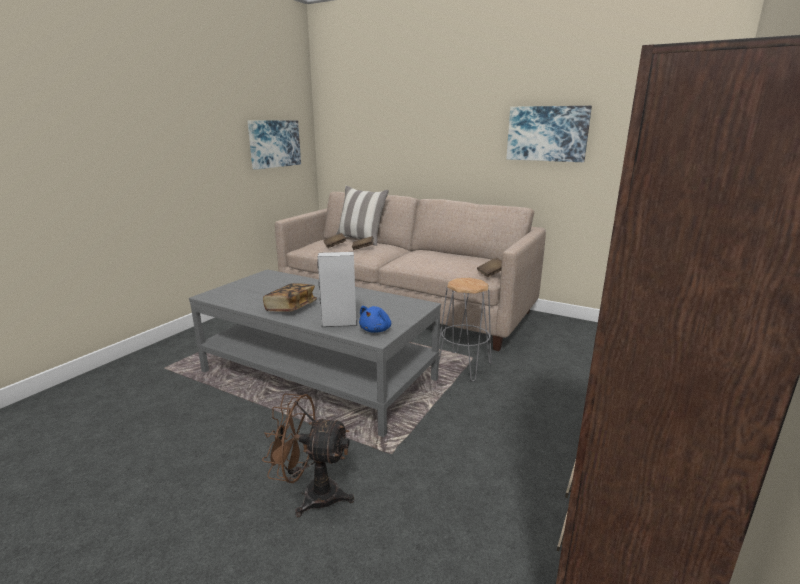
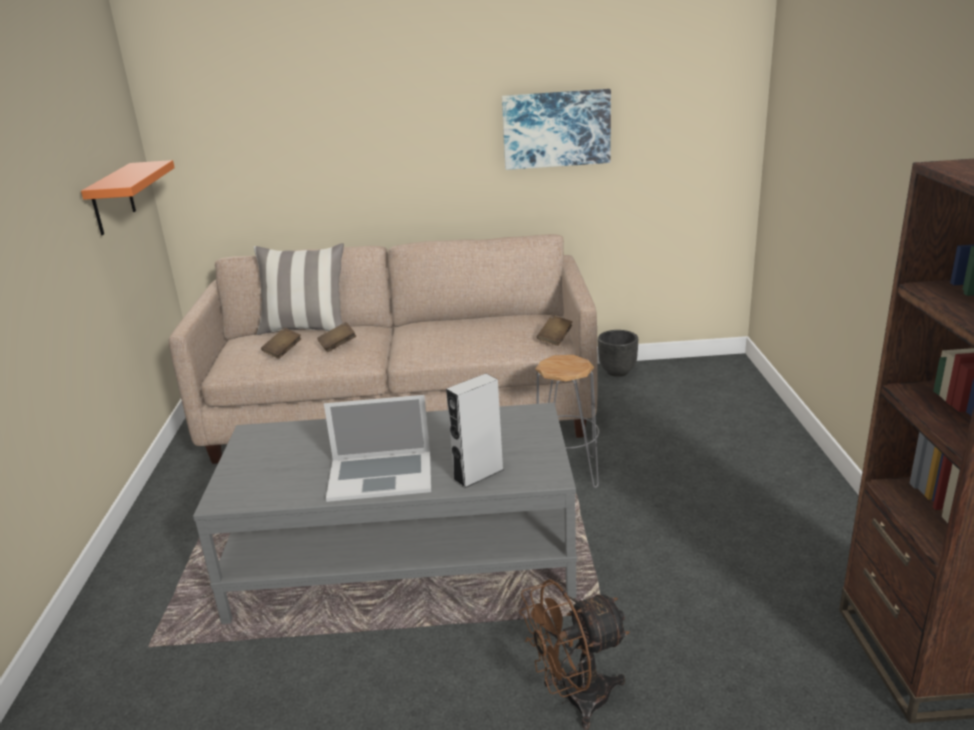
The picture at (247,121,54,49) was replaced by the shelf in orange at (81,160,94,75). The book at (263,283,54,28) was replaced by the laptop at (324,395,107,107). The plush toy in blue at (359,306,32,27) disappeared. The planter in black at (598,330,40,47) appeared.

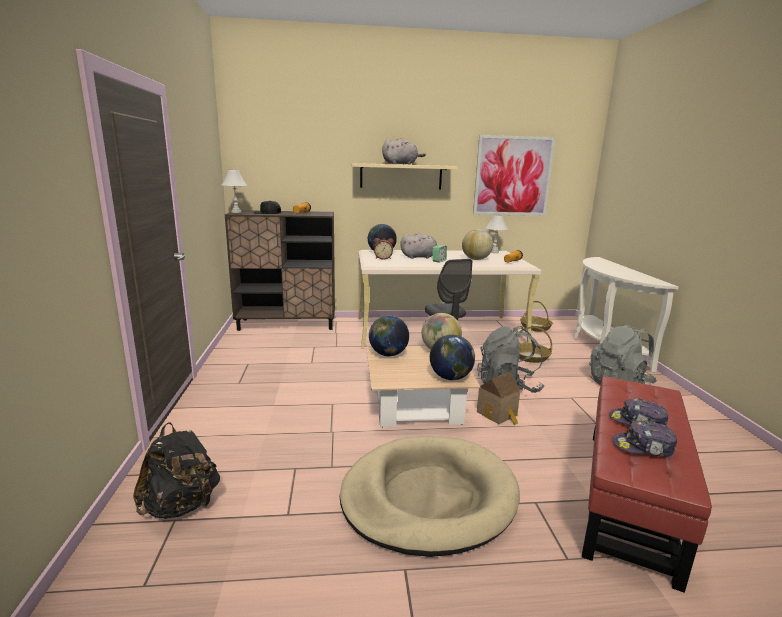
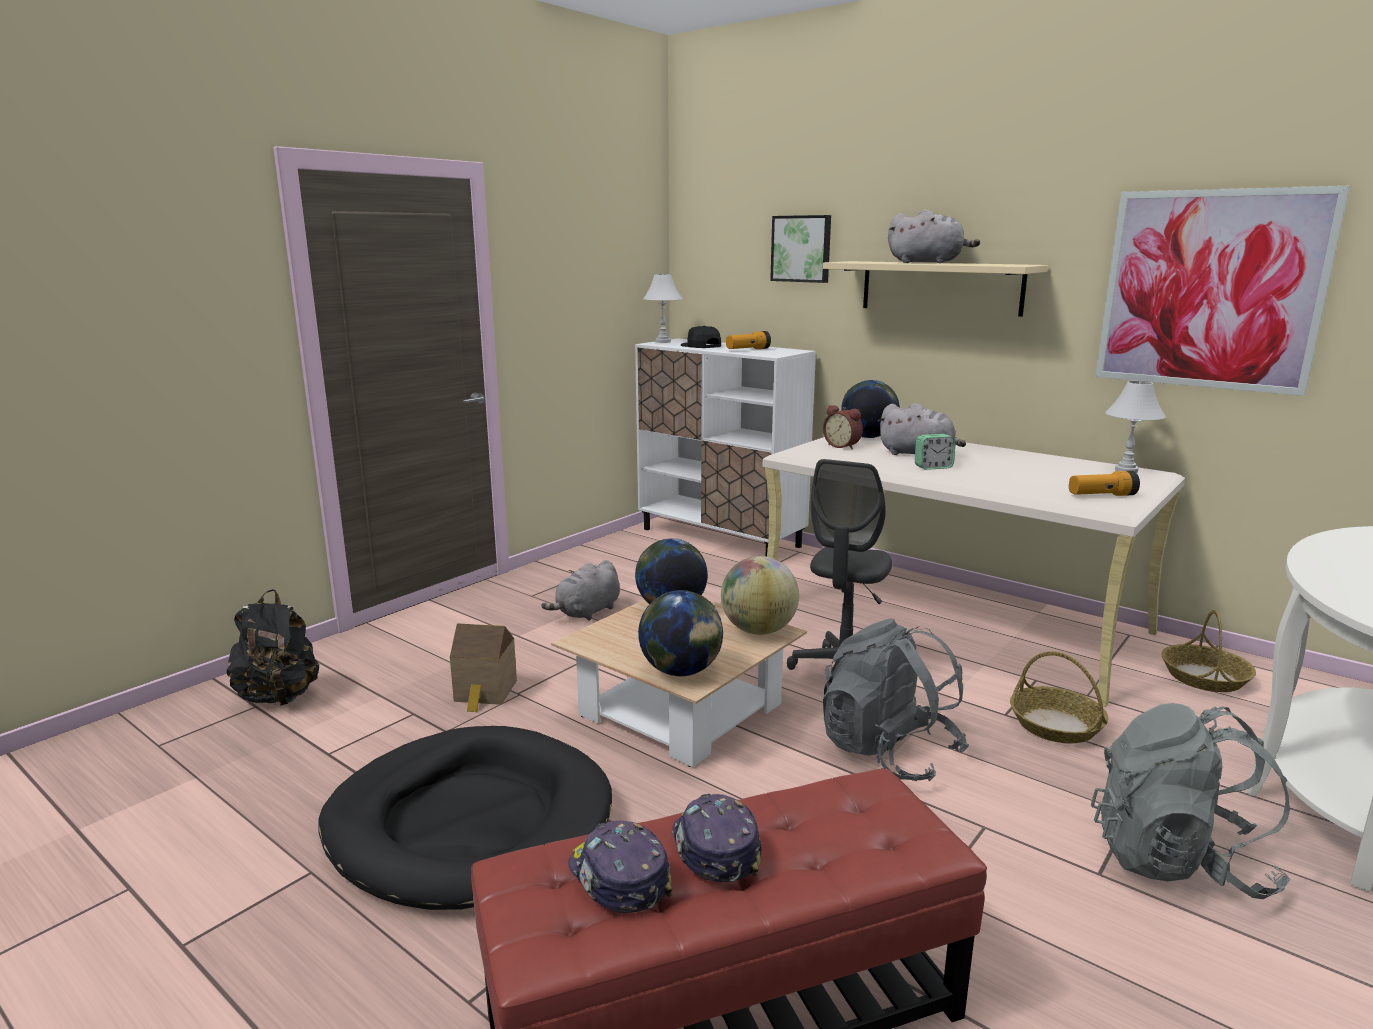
The cabinet in brown at (225,210,110,121) became the cabinet in white at (635,338,181,219). The globe at (462,229,31,31) disappeared. The toy house moved from (477,372,43,53) to (450,623,67,89). The dog bed in beige at (340,436,180,121) became the dog bed in black at (319,726,293,184). The picture at (770,215,61,68) appeared. The plush toy in grey at (541,560,79,61) appeared.

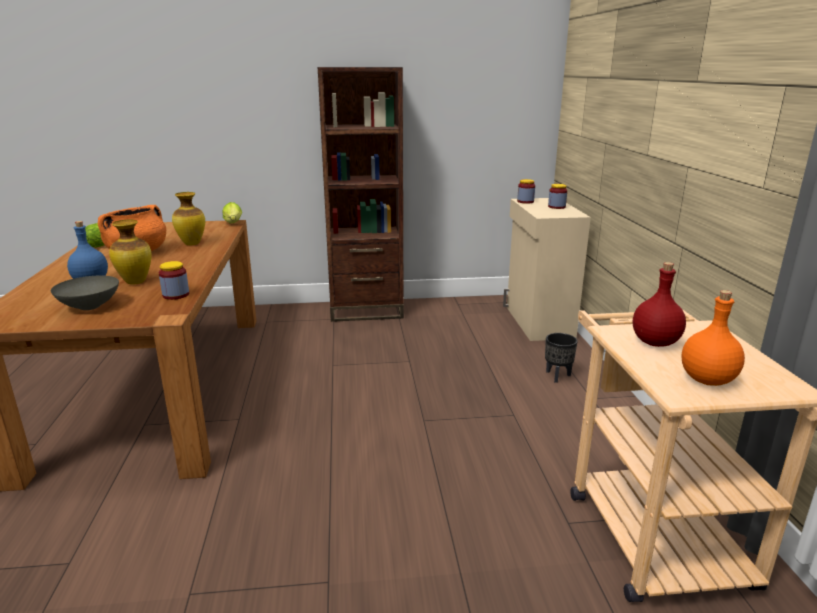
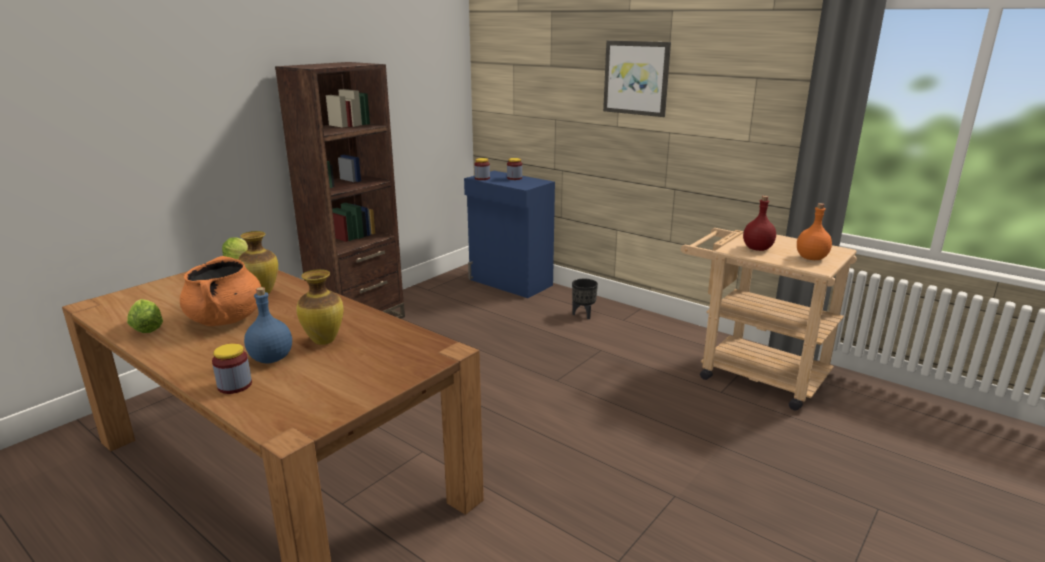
The cabinet in beige at (503,198,88,143) became the cabinet in blue at (464,171,91,127). The jar moved from (159,261,30,39) to (212,343,40,51). The bowl in grey at (51,276,68,34) disappeared. The picture at (603,41,68,76) appeared.

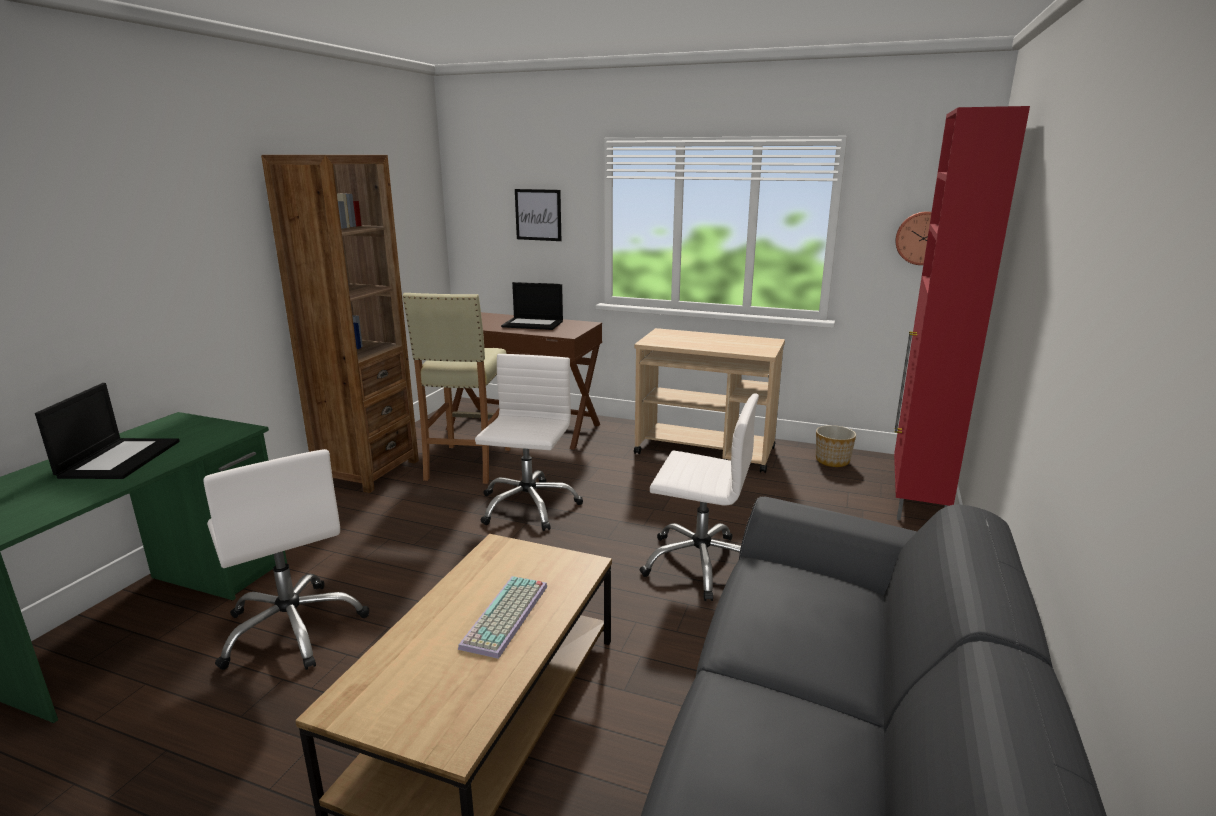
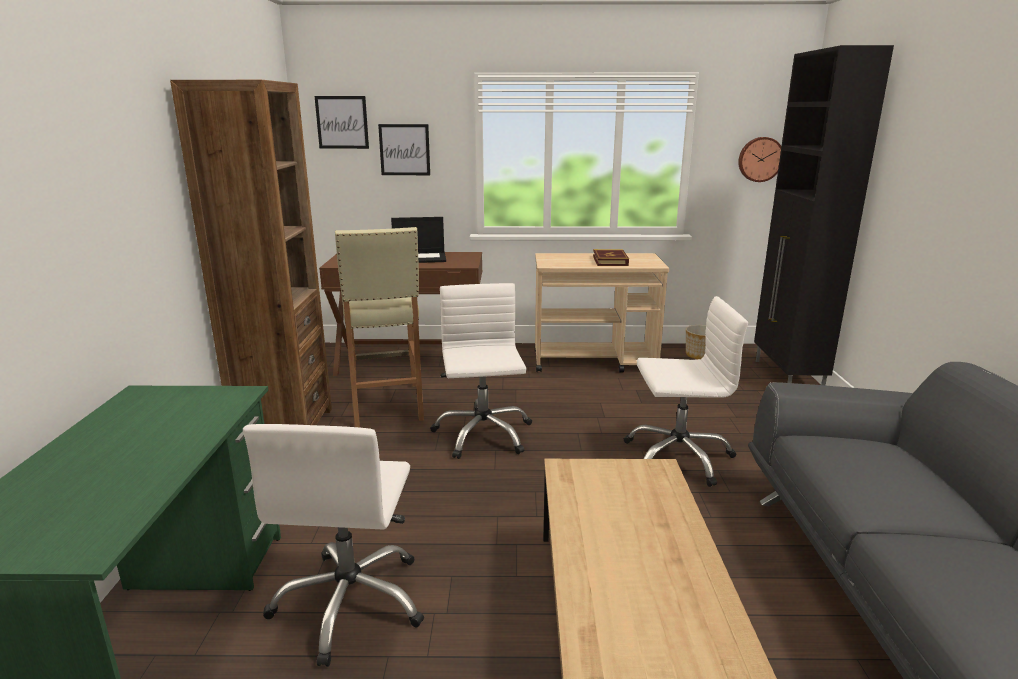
The cabinet in red at (894,106,136,414) became the cabinet in black at (754,45,140,340). The laptop at (35,383,145,96) disappeared. The office chair in white at (203,449,166,221) turned 60 degrees clockwise. The keyboard at (458,576,89,83) disappeared. The picture at (315,96,54,53) appeared. The book at (593,249,36,17) appeared.

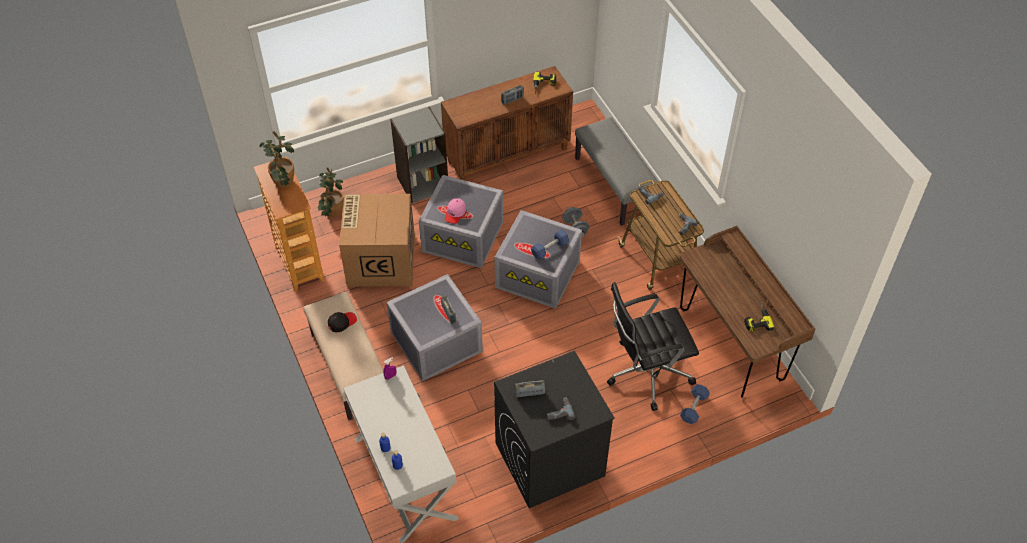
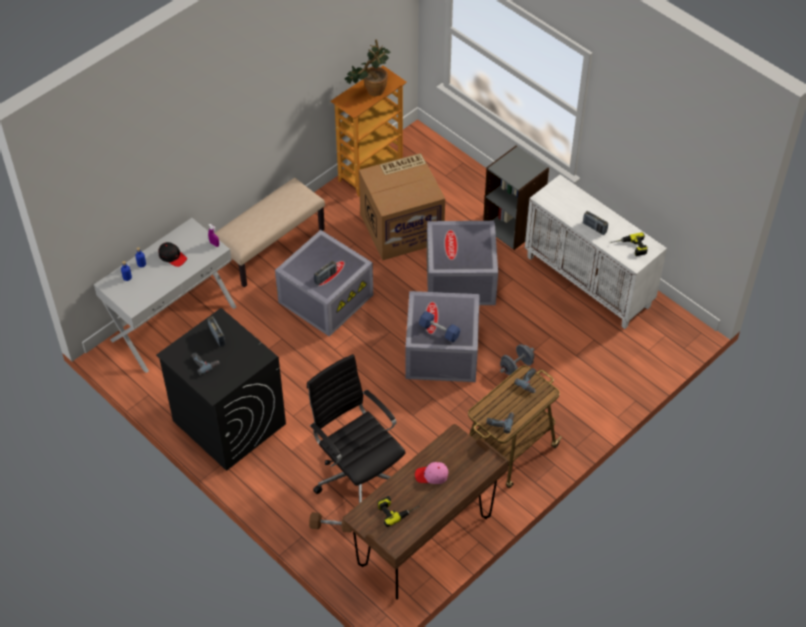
The cabinet in brown at (441,66,132,115) became the cabinet in white at (525,174,142,155). The bench in grey at (575,117,85,109) disappeared. The potted plant at (318,167,26,50) disappeared. The cap in pink moved from (445,198,21,26) to (415,462,33,22). The cap in black moved from (328,312,29,20) to (158,242,29,25). The dumbbell in blue at (680,384,30,40) became the dumbbell in brown at (309,512,43,21).

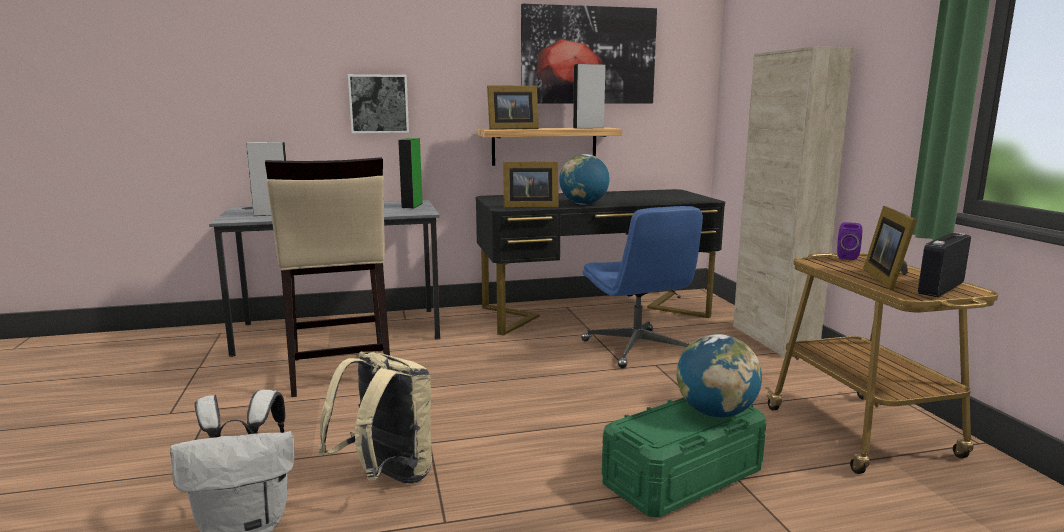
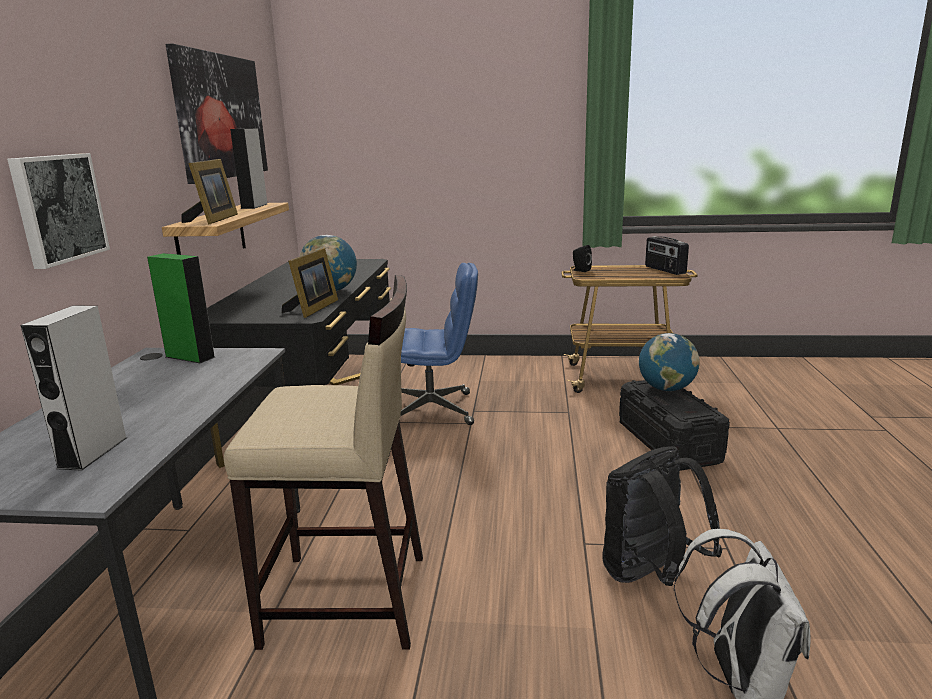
The cabinet in beige at (733,47,121,311) disappeared. The picture frame at (863,206,54,85) disappeared. The speaker in purple at (837,222,25,38) became the speaker in black at (573,245,19,27). The backpack in beige at (318,352,114,132) became the backpack in black at (602,446,120,140). The storage box in green at (602,398,164,120) became the storage box in black at (619,380,111,91).

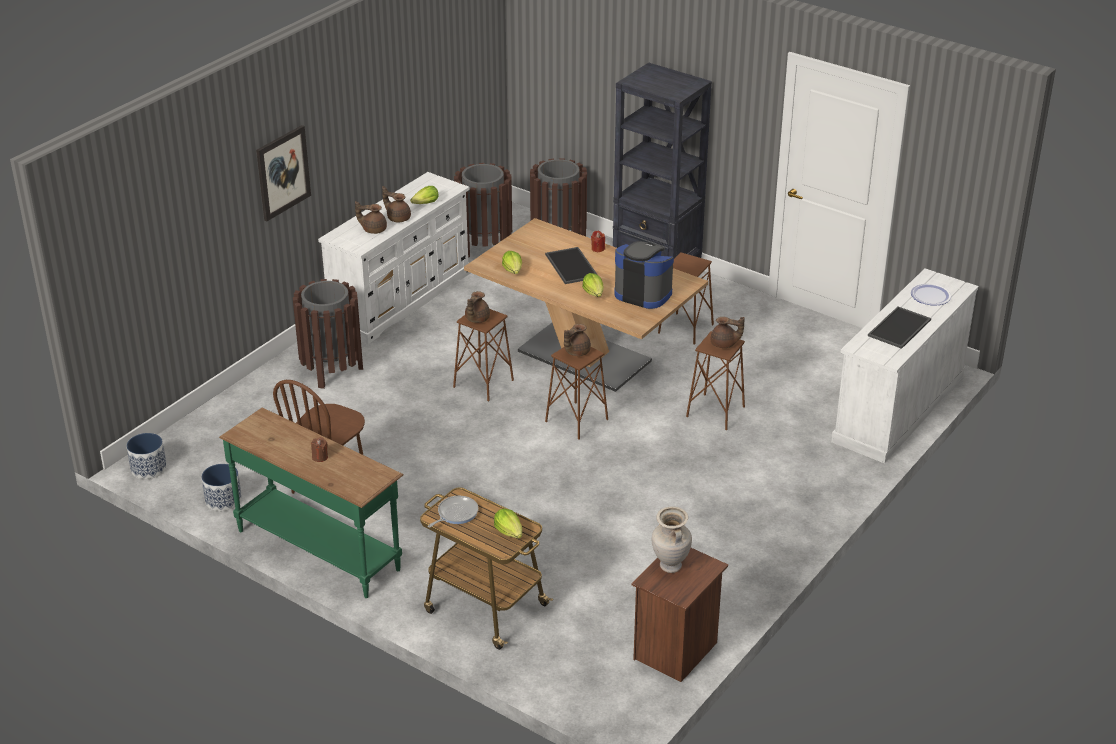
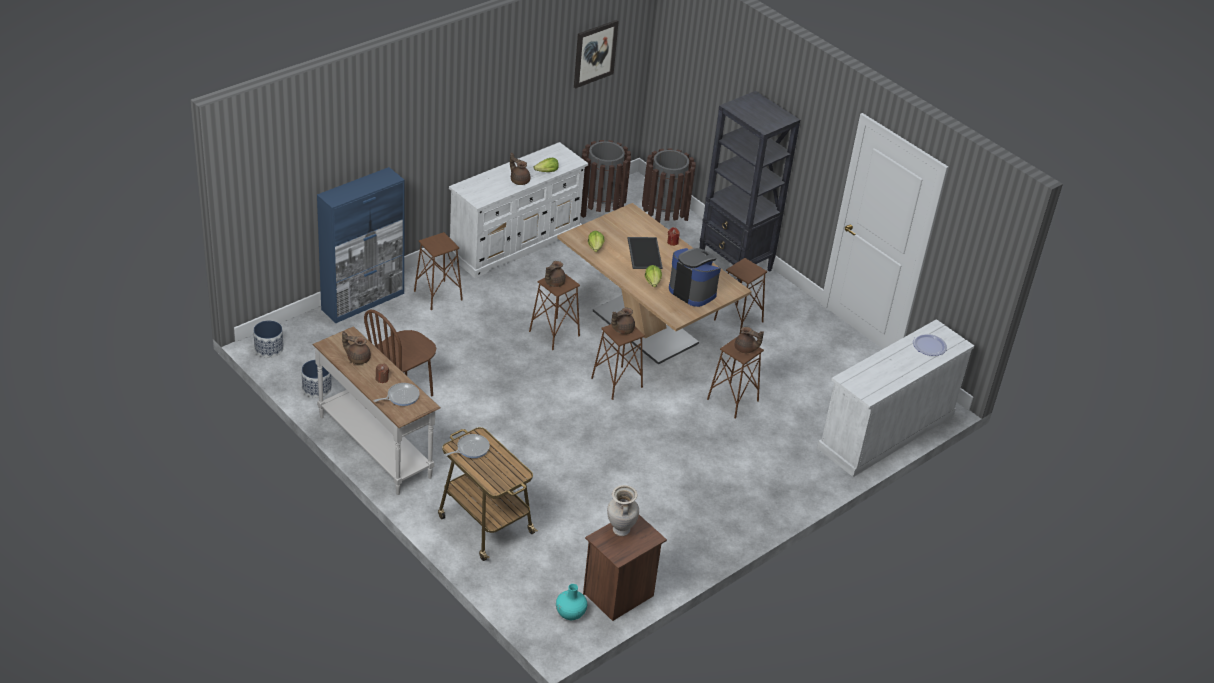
The picture moved from (256,125,55,96) to (574,20,45,69). The teapot in brown moved from (355,201,32,33) to (342,331,29,33). The trash can in brown at (293,279,70,110) was replaced by the stool in brown at (414,232,49,78). The tray at (868,306,63,43) disappeared. The console table in green at (219,407,185,191) became the console table in white at (313,326,128,169). The lettuce at (494,509,28,30) disappeared. The cabinet in blue at (317,167,88,156) appeared. The frying pan at (373,383,47,23) appeared. The vase in turquoise at (556,584,31,36) appeared.

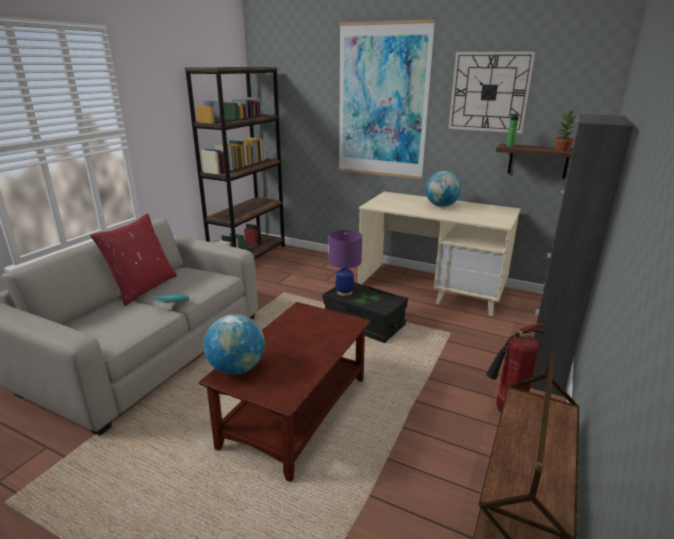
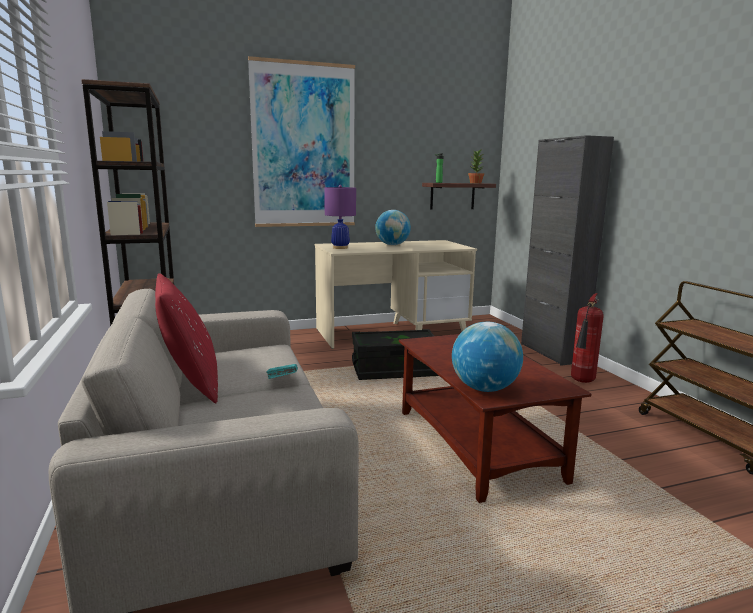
The wall clock at (448,51,87,82) disappeared. The table lamp in purple moved from (329,230,33,66) to (324,185,32,64).

